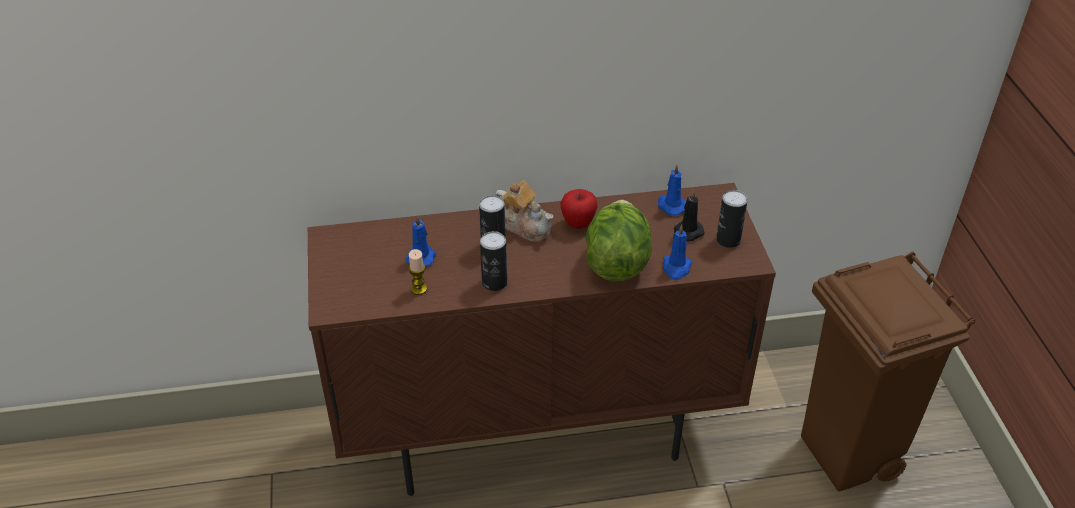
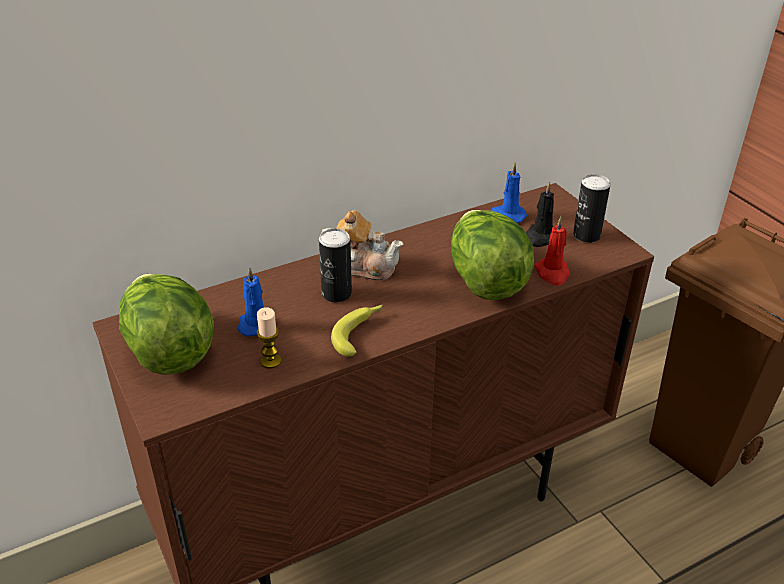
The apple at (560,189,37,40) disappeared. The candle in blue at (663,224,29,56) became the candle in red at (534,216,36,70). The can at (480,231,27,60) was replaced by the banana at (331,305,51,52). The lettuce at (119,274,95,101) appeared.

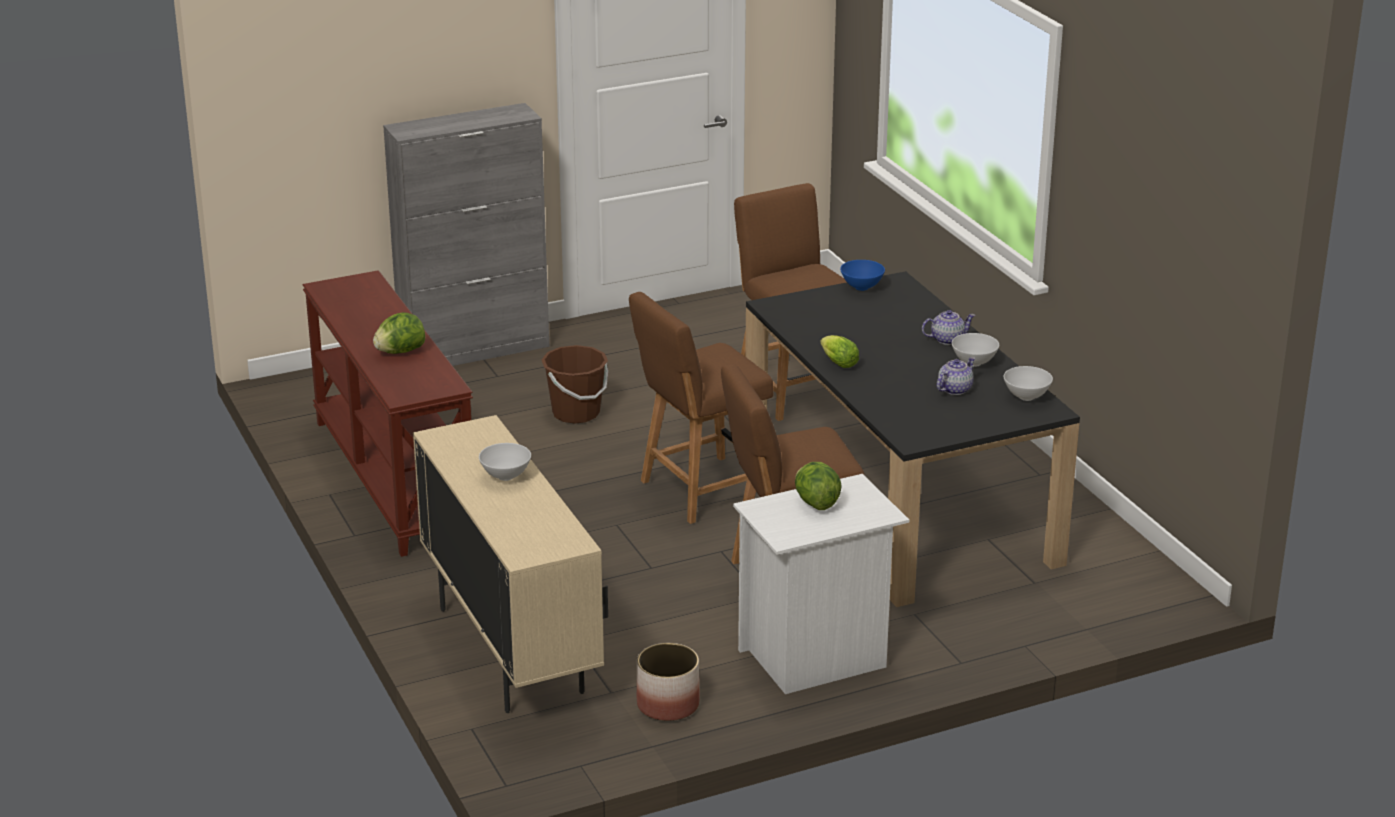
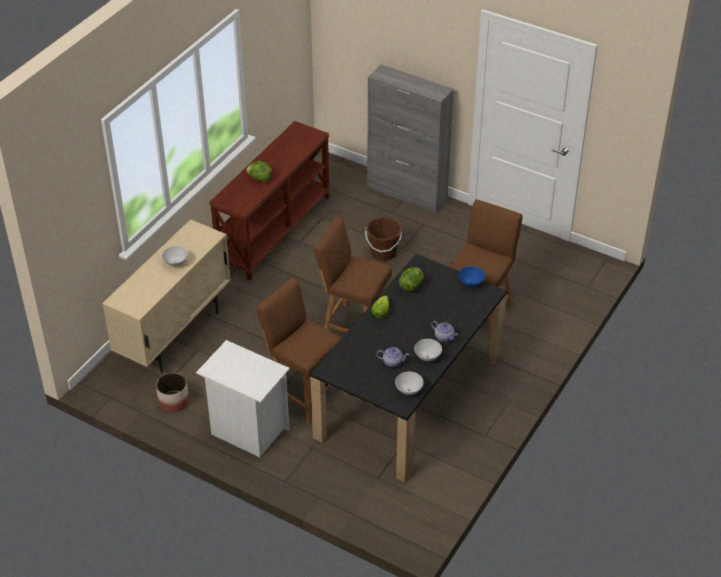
The lettuce moved from (795,462,47,48) to (399,267,25,25).

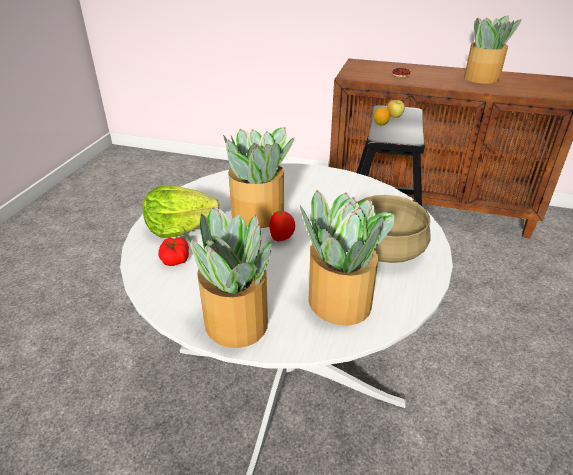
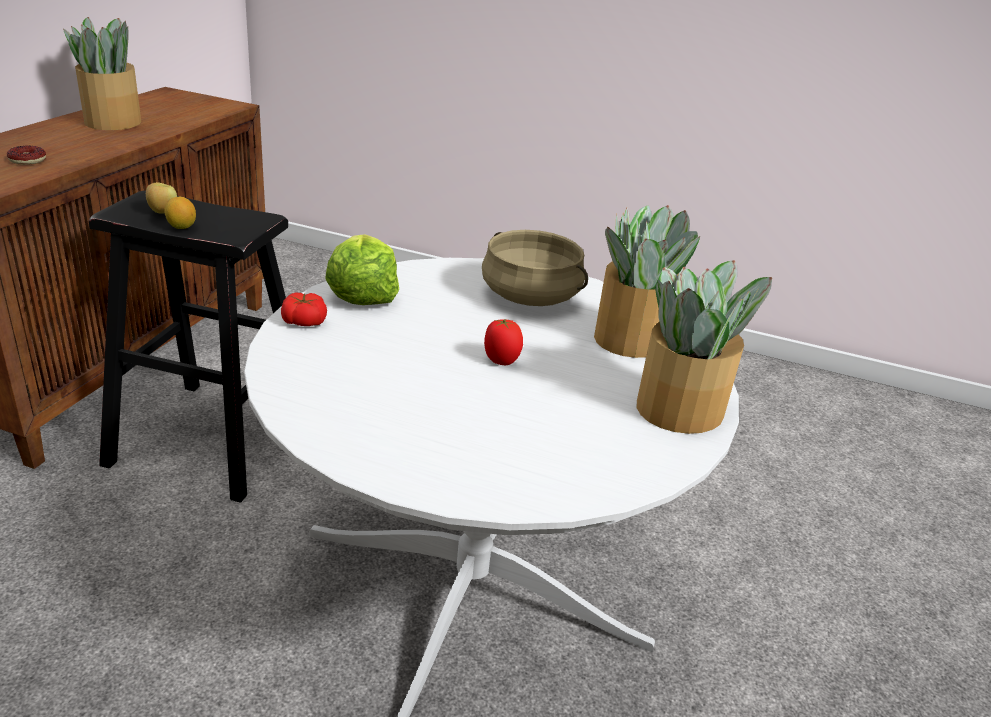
The potted plant at (223,127,72,101) disappeared. The lettuce moved from (143,186,77,52) to (326,234,73,71). The tomato moved from (158,237,31,29) to (281,293,46,33).

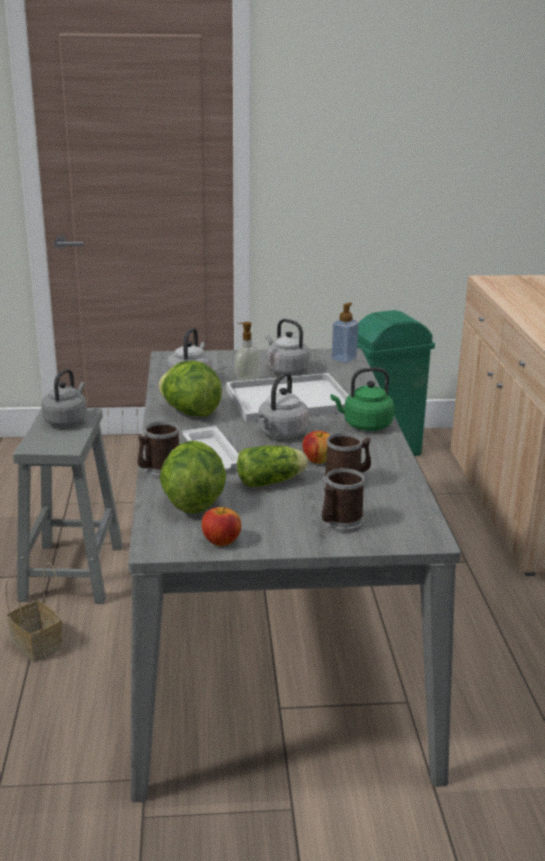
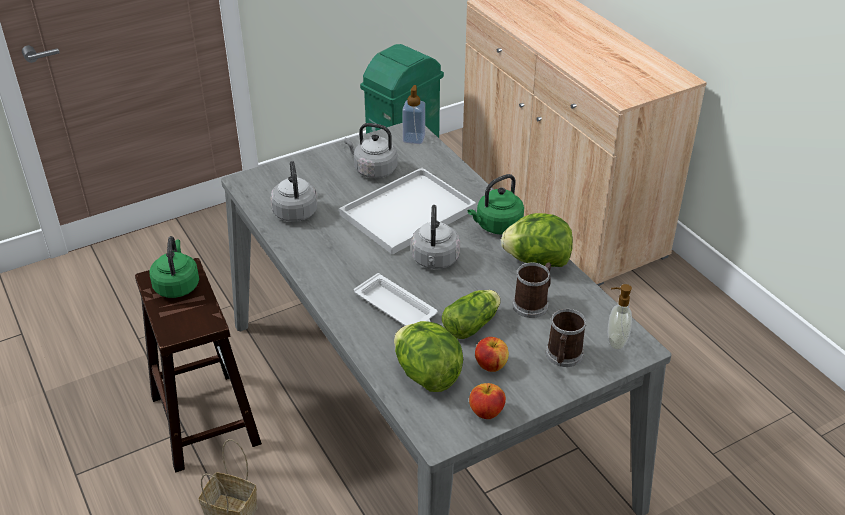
The soap dispenser moved from (234,322,26,59) to (608,284,24,66). The lettuce moved from (158,361,64,56) to (501,213,72,54). The kettle in grey at (41,369,46,57) became the kettle in green at (149,236,50,62). The stool in grey at (13,408,110,196) became the stool in brown at (135,258,127,215). The mug at (137,421,42,58) disappeared. The apple moved from (302,431,28,33) to (475,337,34,35).

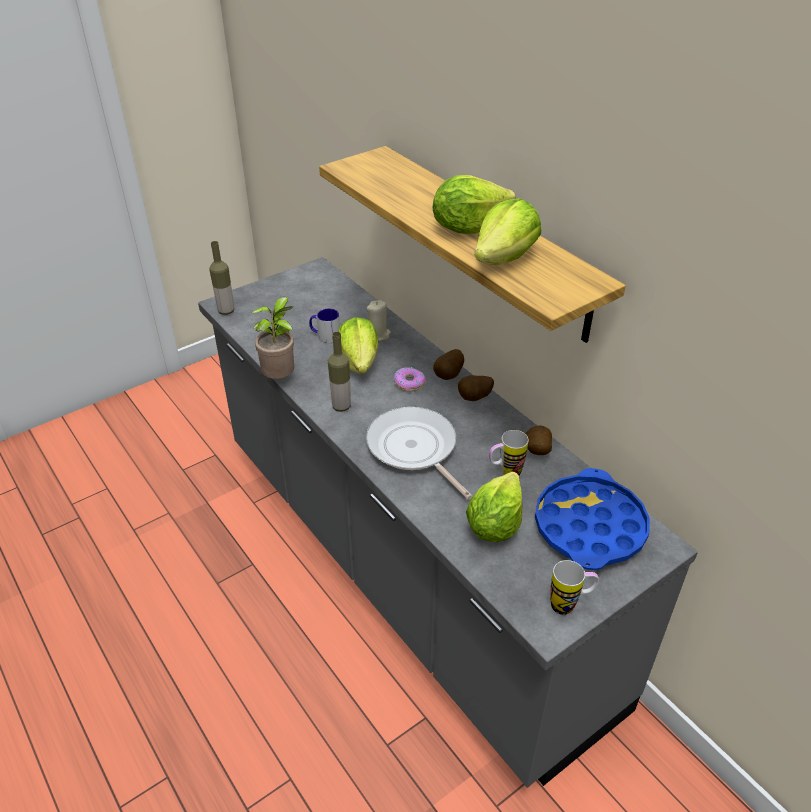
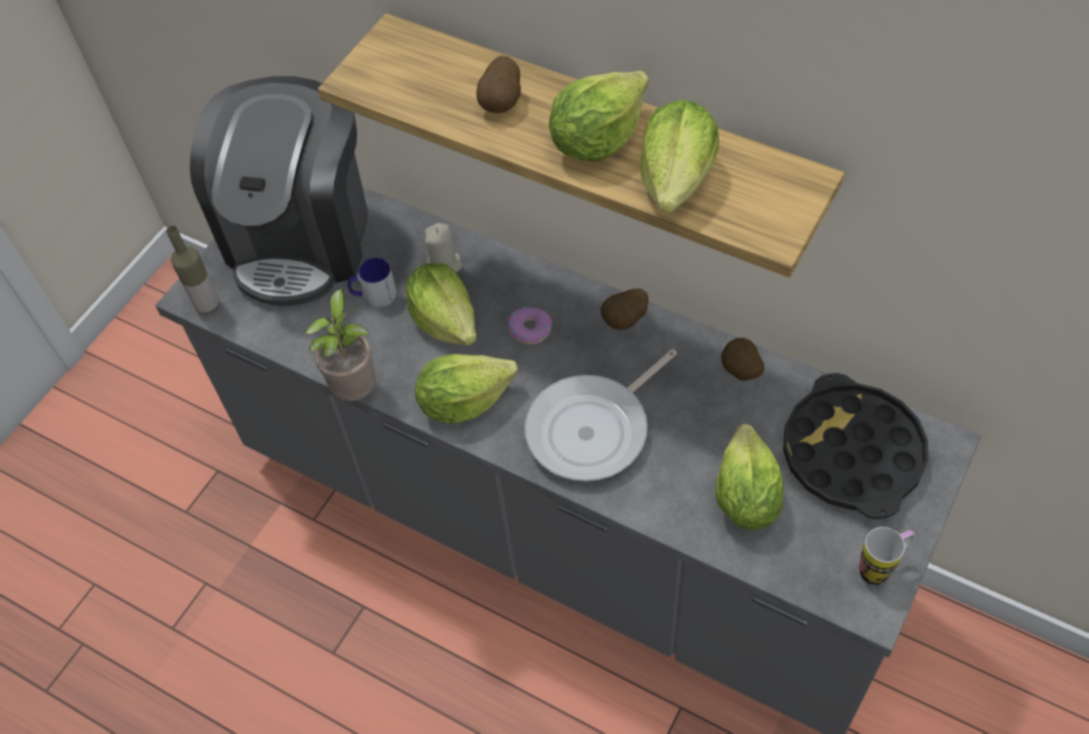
The bottle at (328,332,23,80) was replaced by the lettuce at (415,354,103,69). The potato moved from (433,349,31,31) to (476,56,45,57). The frying pan at (366,407,106,92) turned 75 degrees counterclockwise. The mug at (489,430,40,45) disappeared. The tray in blue at (535,468,115,102) became the tray in black at (783,373,145,146). The coffee machine at (190,76,178,230) appeared.

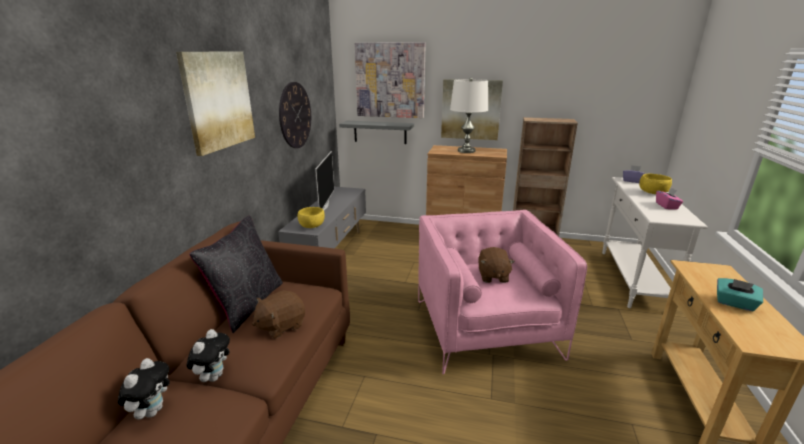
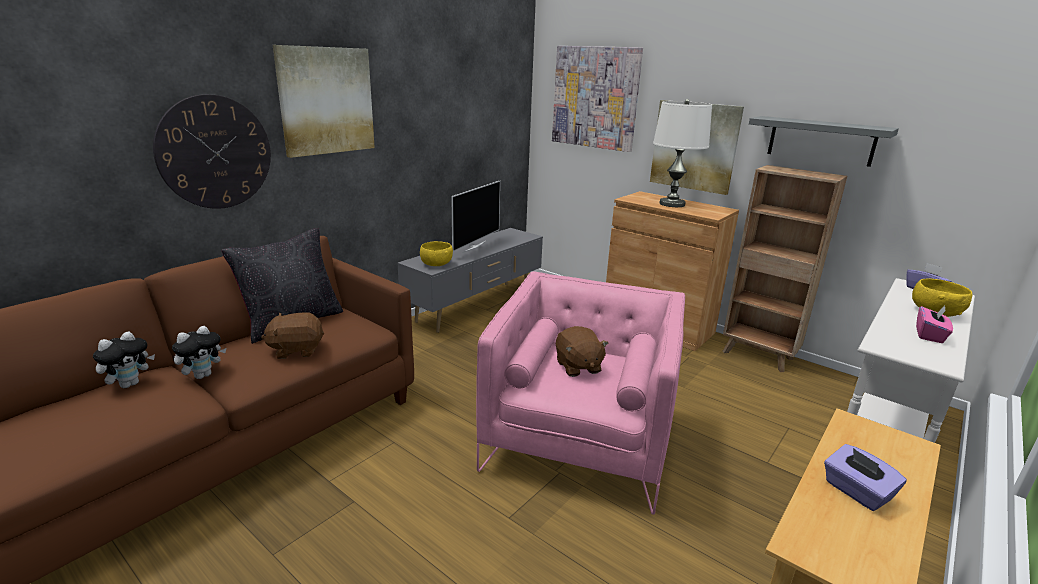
The wall clock moved from (279,82,32,66) to (153,94,118,115). The shelf in grey moved from (339,121,75,23) to (749,116,150,51). The plush toy in brown at (478,247,37,36) turned 45 degrees counterclockwise. The tissue box in turquoise at (717,278,46,33) became the tissue box in purple at (824,444,83,67).

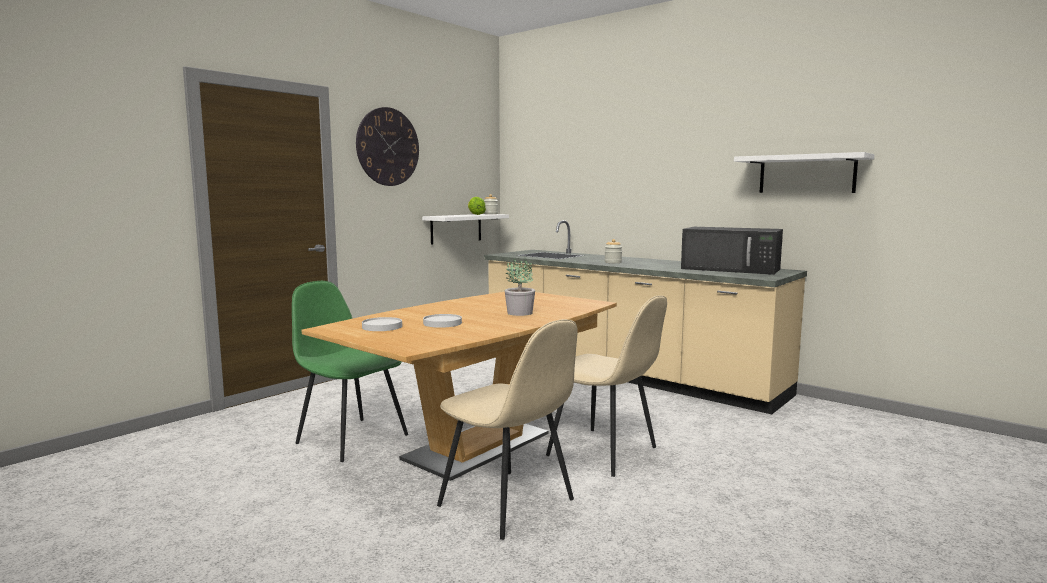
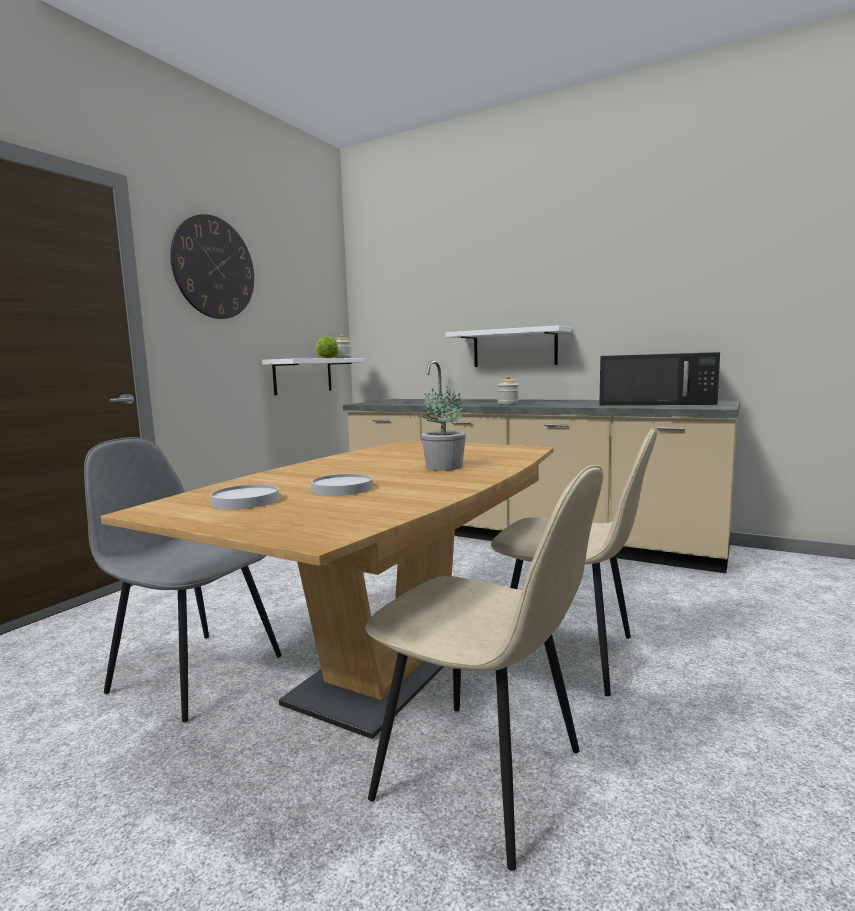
The shelf in white moved from (734,152,141,41) to (446,325,125,42). The chair in green at (292,281,116,181) became the chair in grey at (84,437,198,285).

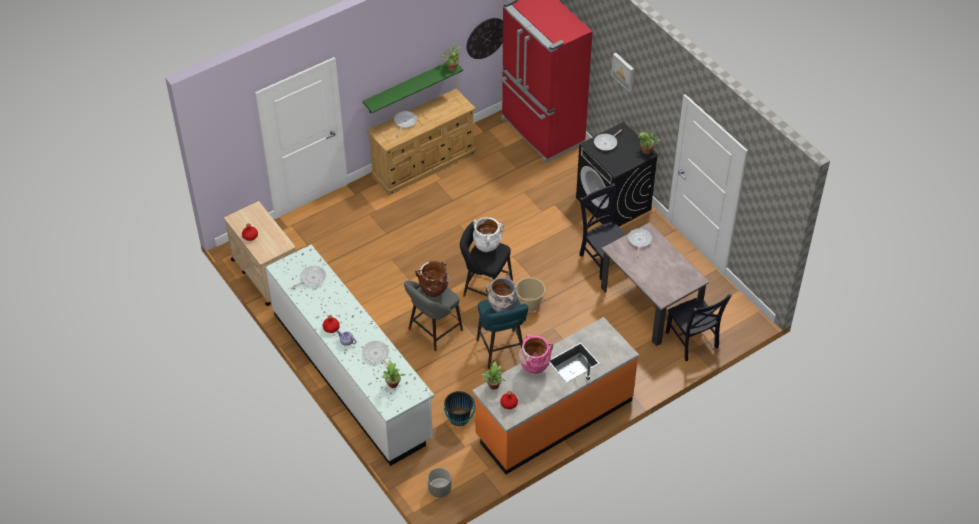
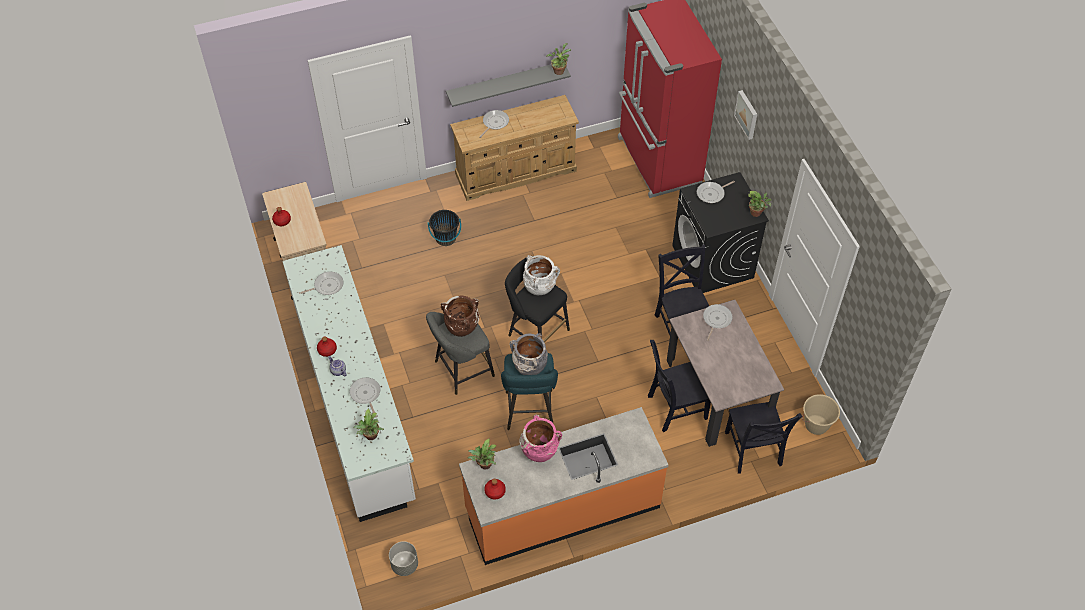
The wall clock at (467,18,36,41) disappeared. The shelf in green at (362,63,101,50) became the shelf in grey at (446,65,125,42). The bucket in beige moved from (516,277,29,35) to (802,394,38,41). The bucket in black moved from (444,391,31,35) to (428,210,33,36). The chair in black at (648,340,63,92) appeared.

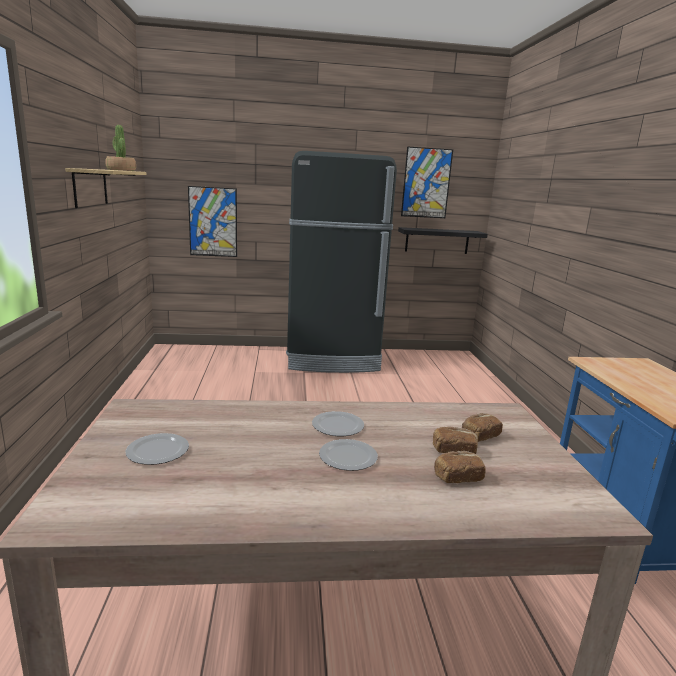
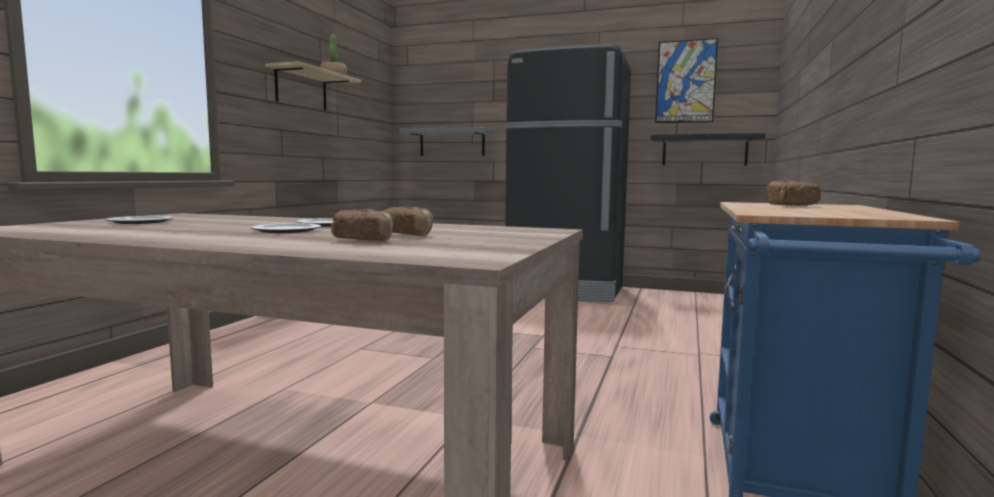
The picture at (188,186,49,71) was replaced by the shelf in grey at (399,127,95,29). The bread moved from (462,413,41,29) to (766,181,55,25).

